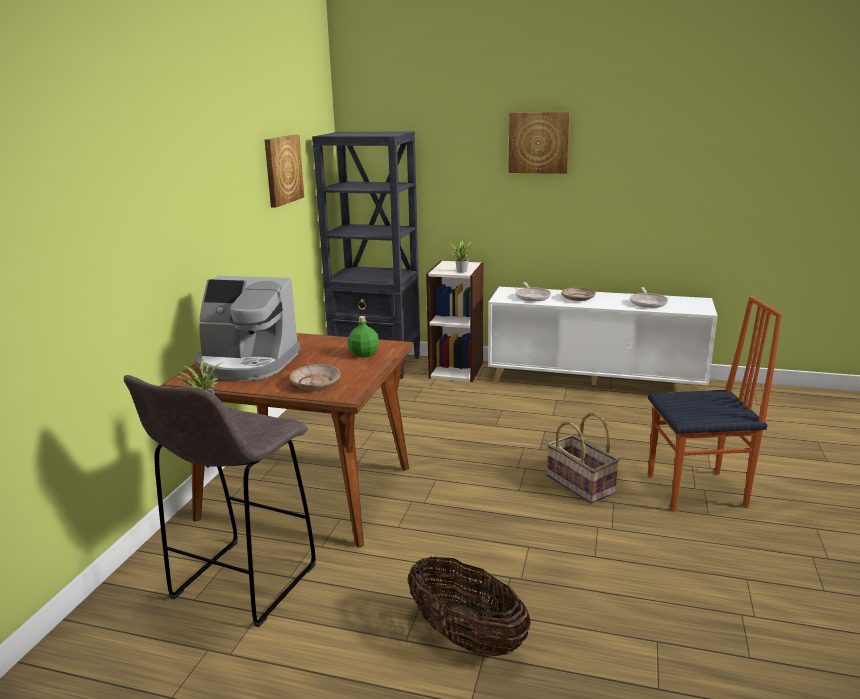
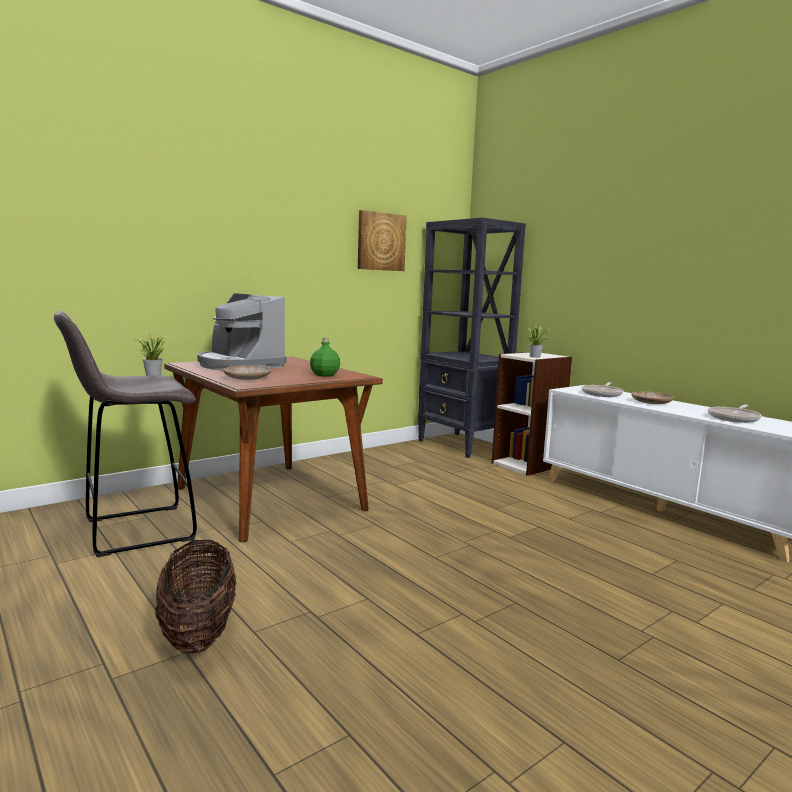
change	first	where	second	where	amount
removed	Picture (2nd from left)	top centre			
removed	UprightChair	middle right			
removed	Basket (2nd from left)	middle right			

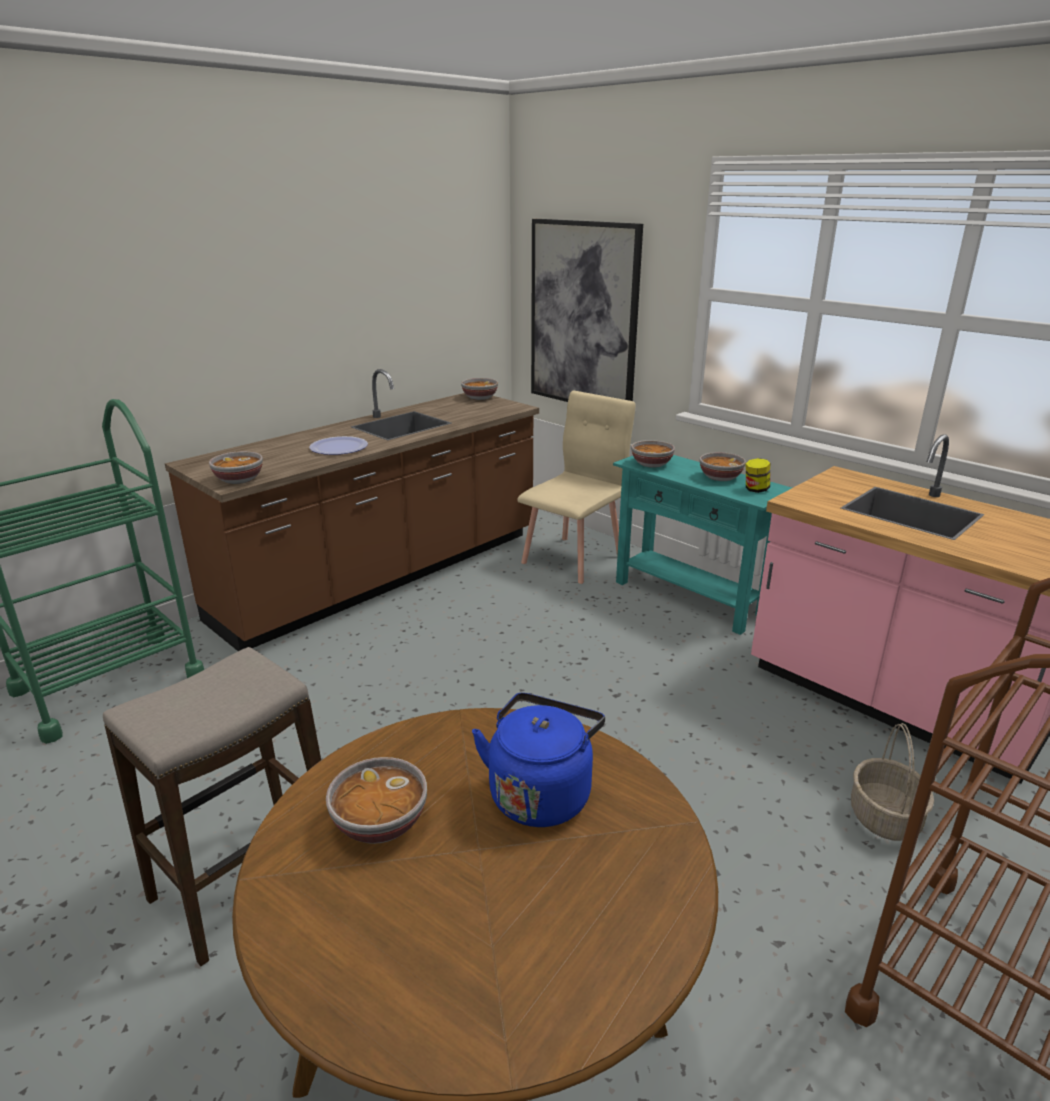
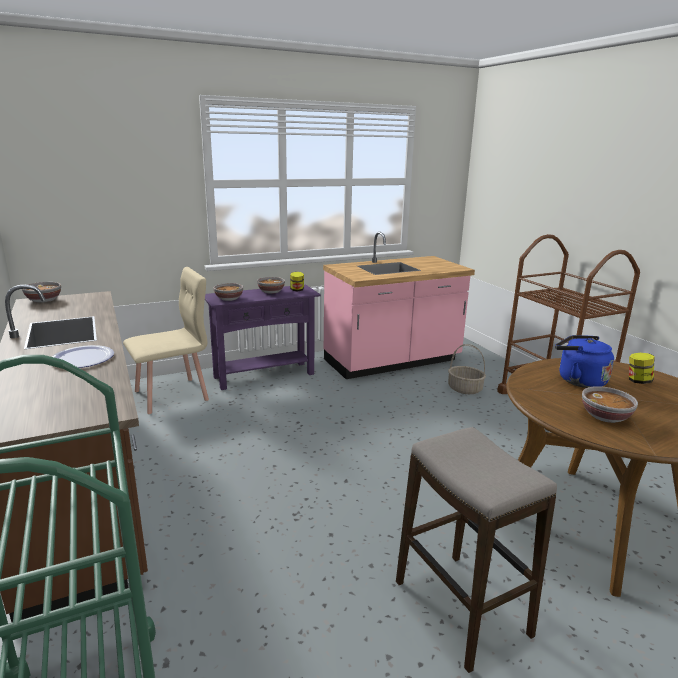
change	first	where	second	where	amount
removed	Picture	top centre			
turned	BeigeColouredUprightChair	centre		middle left	90 degrees clockwise
removed	Bowl (1st from left)	middle left			
recoloured	BlueGreenHallTable	middle right	PurpleHallTable	centre	
added			PreserveJar (2nd from left)	middle right	

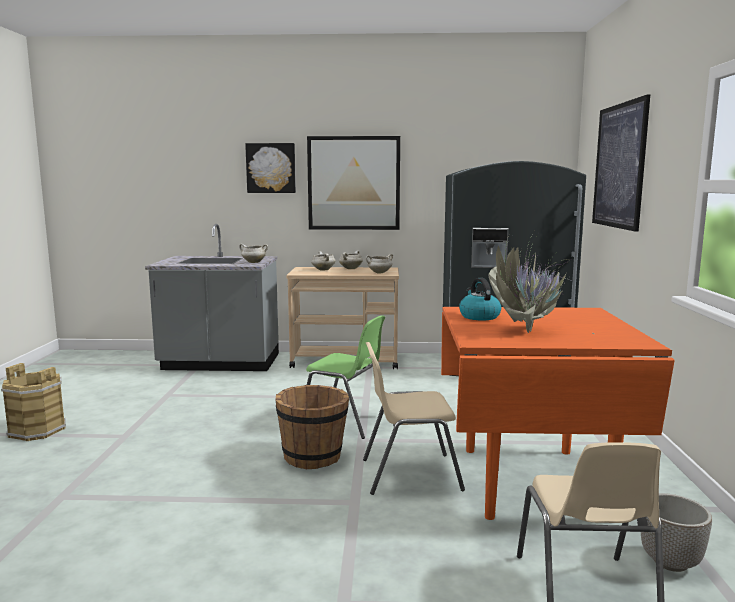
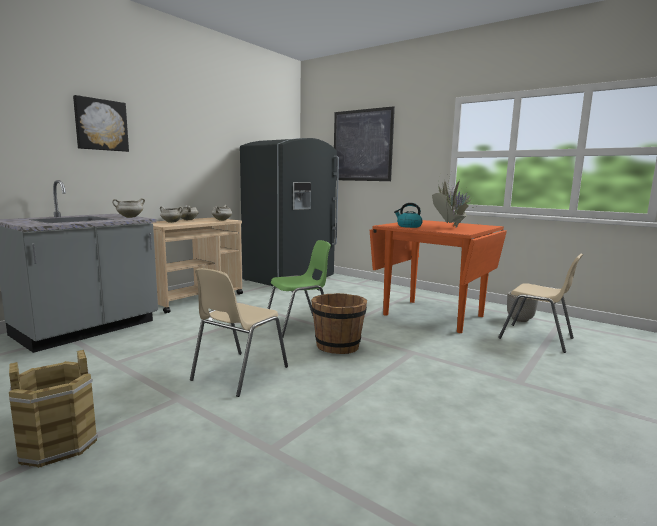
change	first	where	second	where	amount
removed	Picture (2nd from left)	top centre			
moved	BeigeColouredUprightChair (1st from left)	bottom centre		centre	

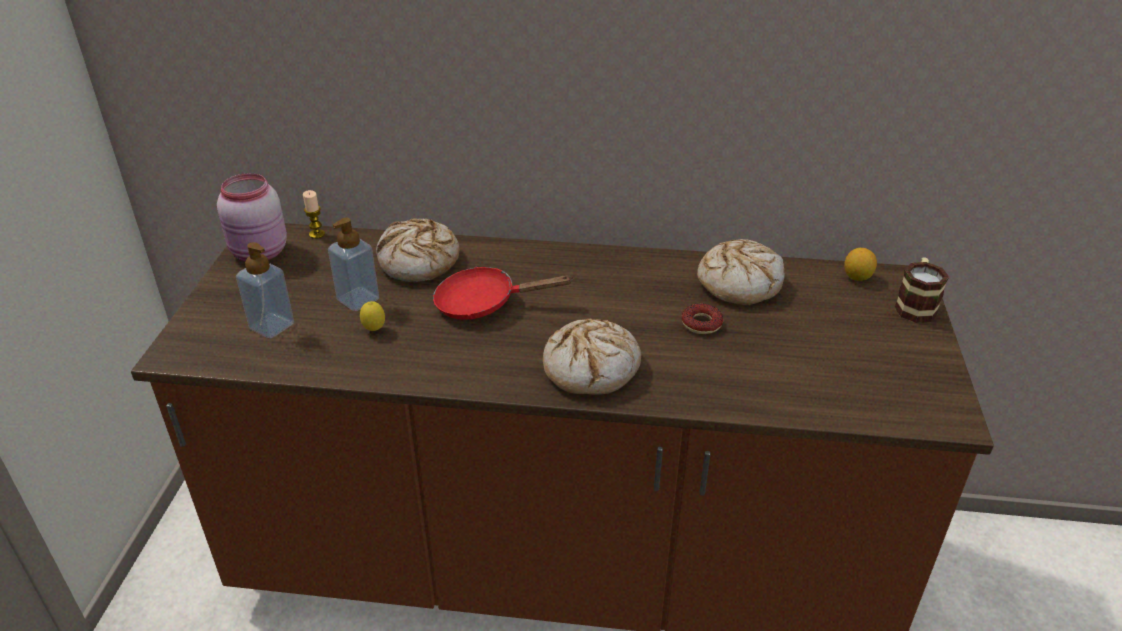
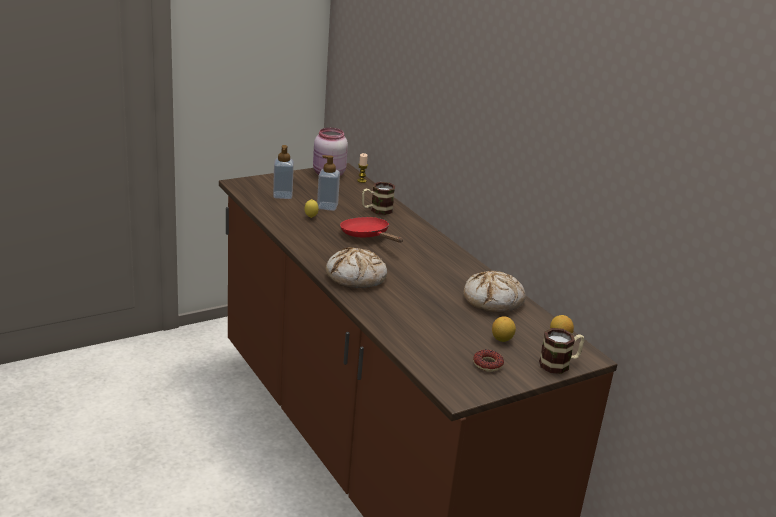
change	first	where	second	where	amount
replaced	BakeryBread (1st from left)	centre	CoffeeMug (1st from left)	centre	
moved	Donut	centre		bottom centre	
added			CitrusFruit (2nd from left)	centre	

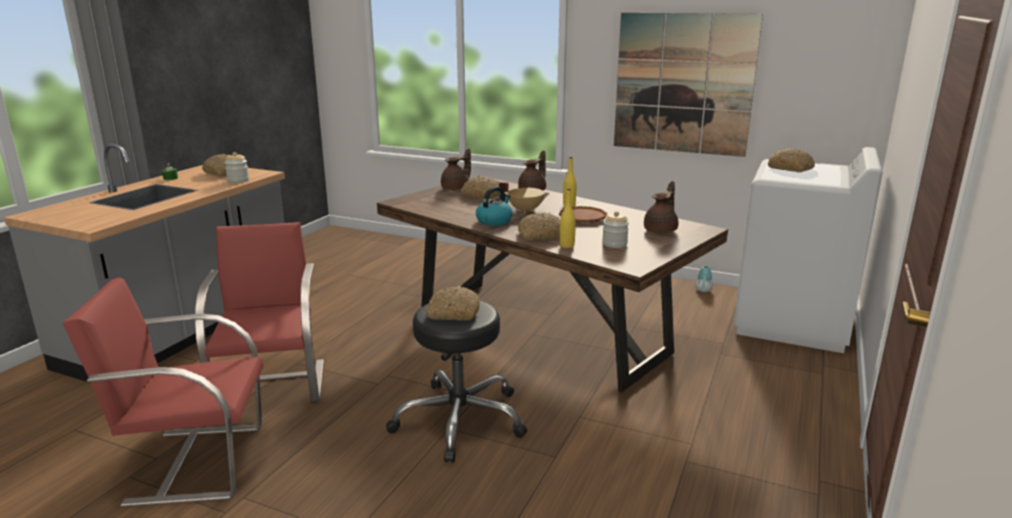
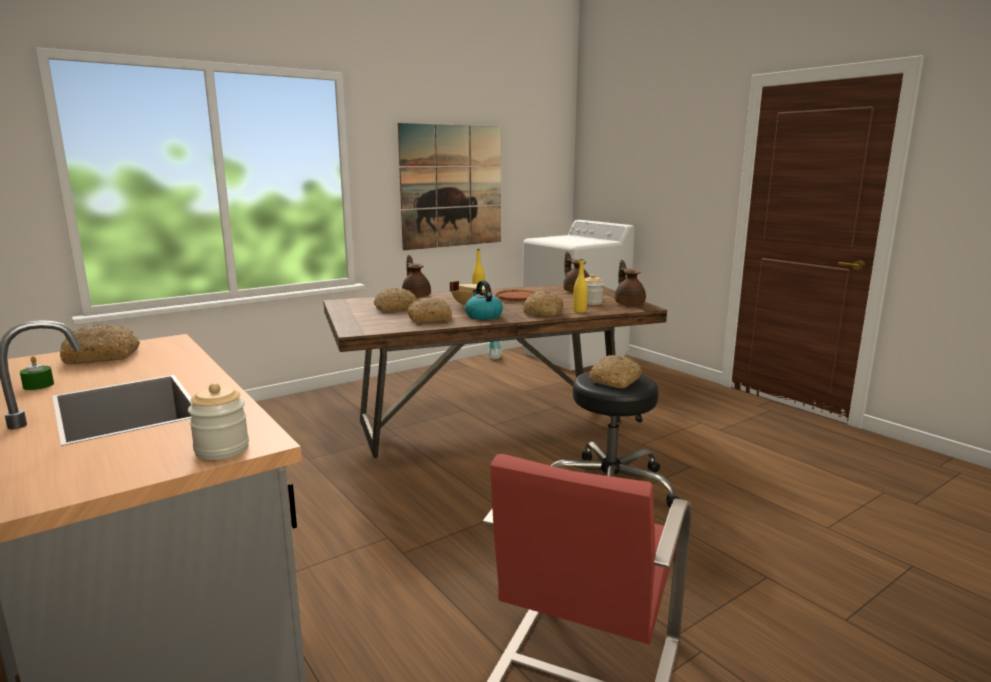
change	first	where	second	where	amount
moved	BakeryBread (5th from left in the first image)	top right	BakeryBread (3rd from left)	centre	
moved	BrownPotForTea (1st from left in the first image)	top centre	BrownPotForTea (3rd from left)	centre	
moved	PreserveJar (1st from left)	top left		middle left	
removed	RedColouredUprightChair (2nd from left)	middle left			

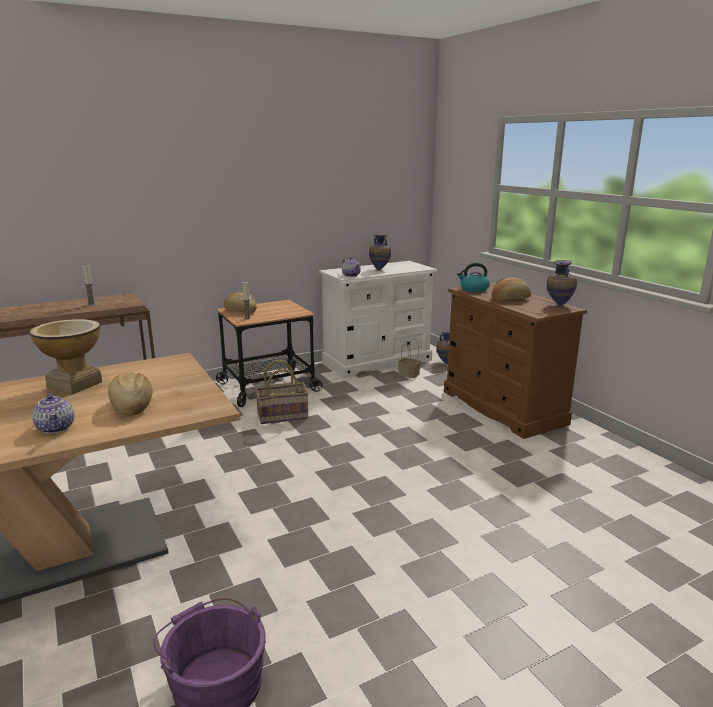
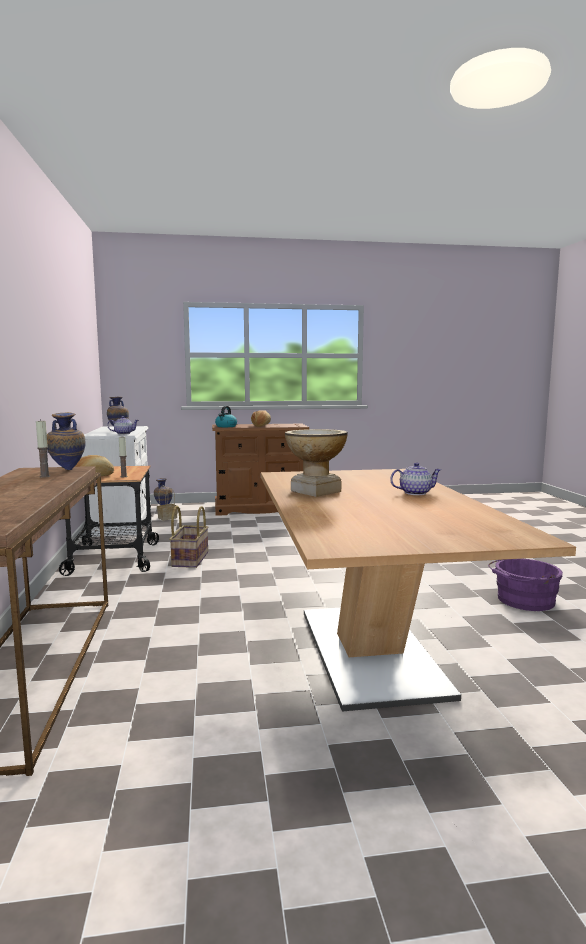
change	first	where	second	where	amount
moved	DecorativeVase (4th from left in the first image)	middle right	DecorativeVase (1st from left)	middle left	
removed	BakeryBread (1st from left)	middle left			

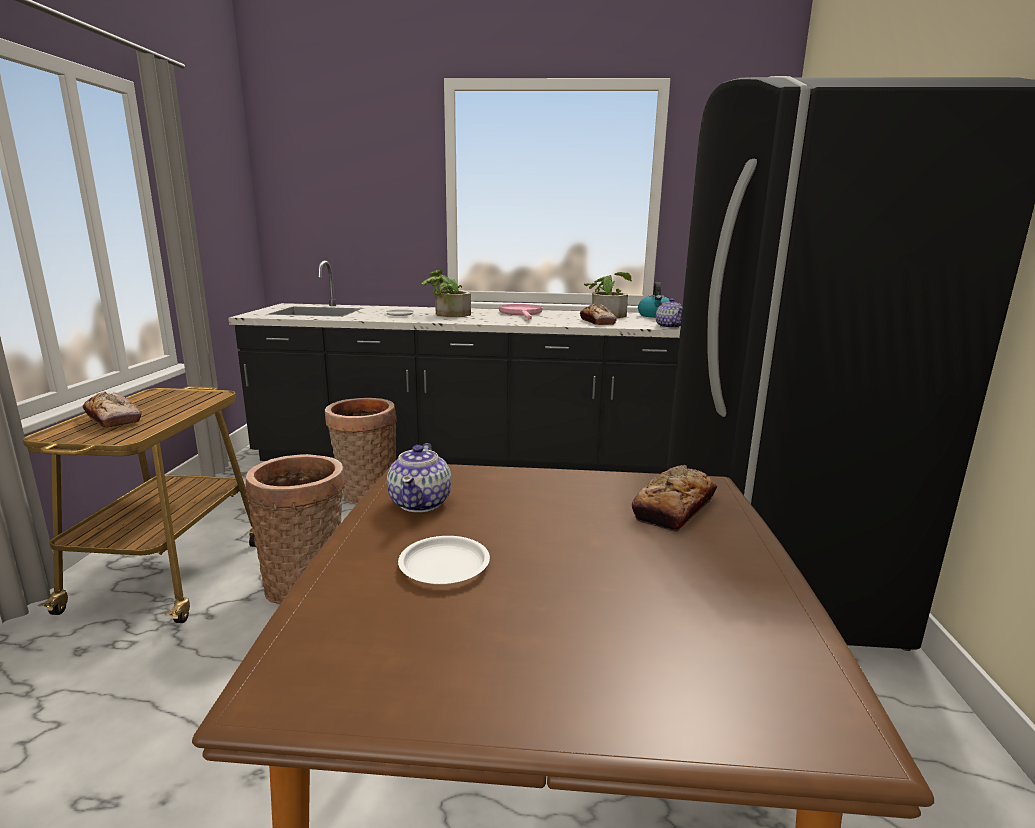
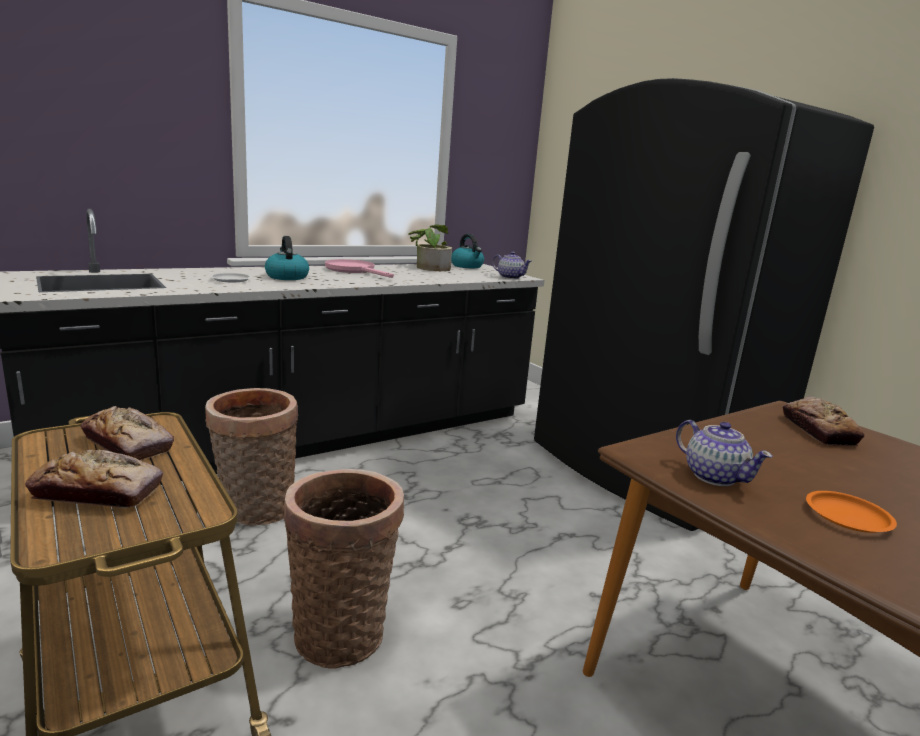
change	first	where	second	where	amount
replaced	Houseplant (1st from left)	centre	Kettle (1st from left)	middle left	
moved	BakeryBread (2nd from left)	centre		middle left	
recoloured	WhiteDinnerPlate (2nd from left)	bottom centre	OrangeColouredDinnerPlate	bottom right	

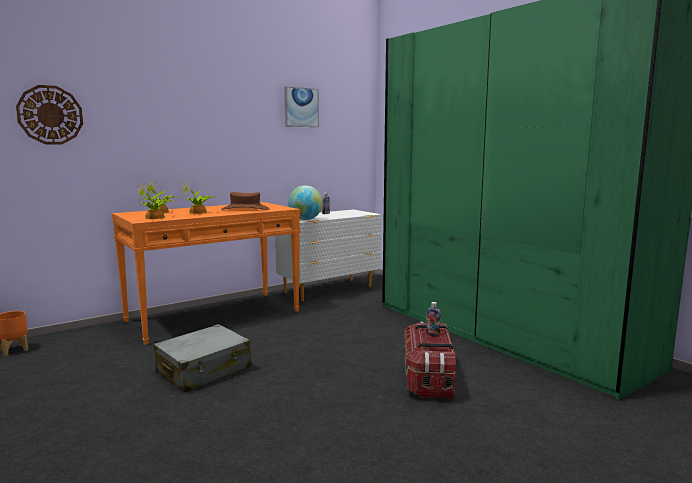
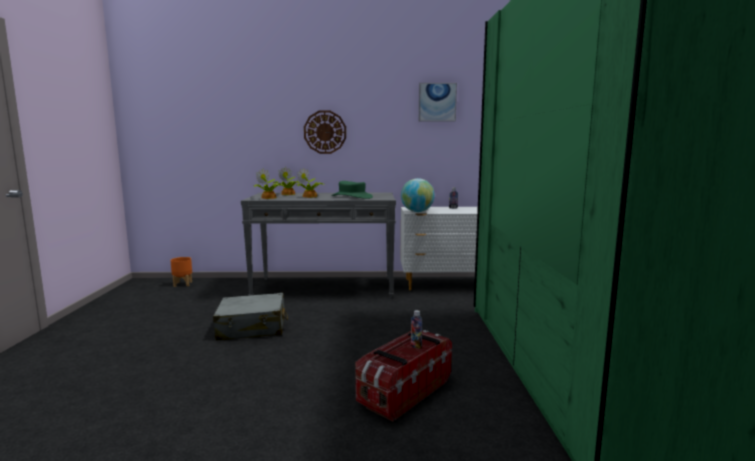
change	first	where	second	where	amount
moved	WallClock	top left		top centre	
recoloured	BrownHat	centre	GreenHat	centre	
recoloured	OrangeColouredHallTable	middle left	GreyishHallTable	centre	

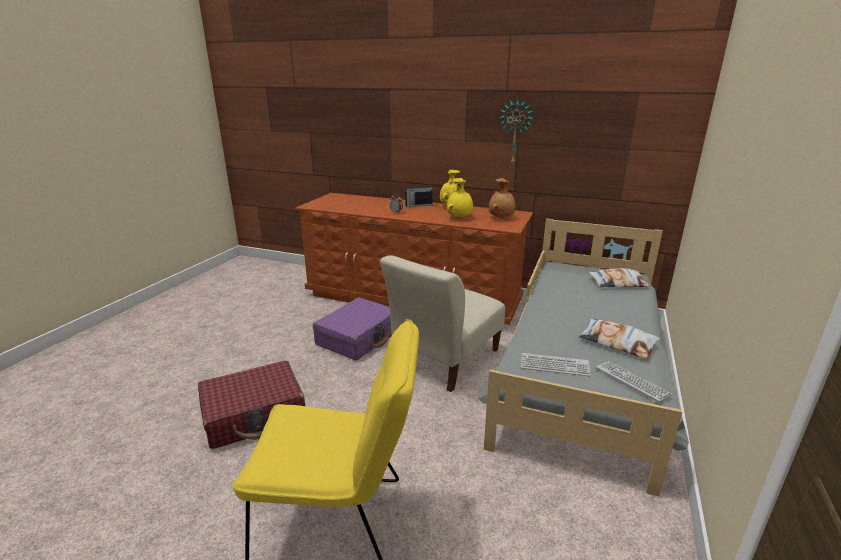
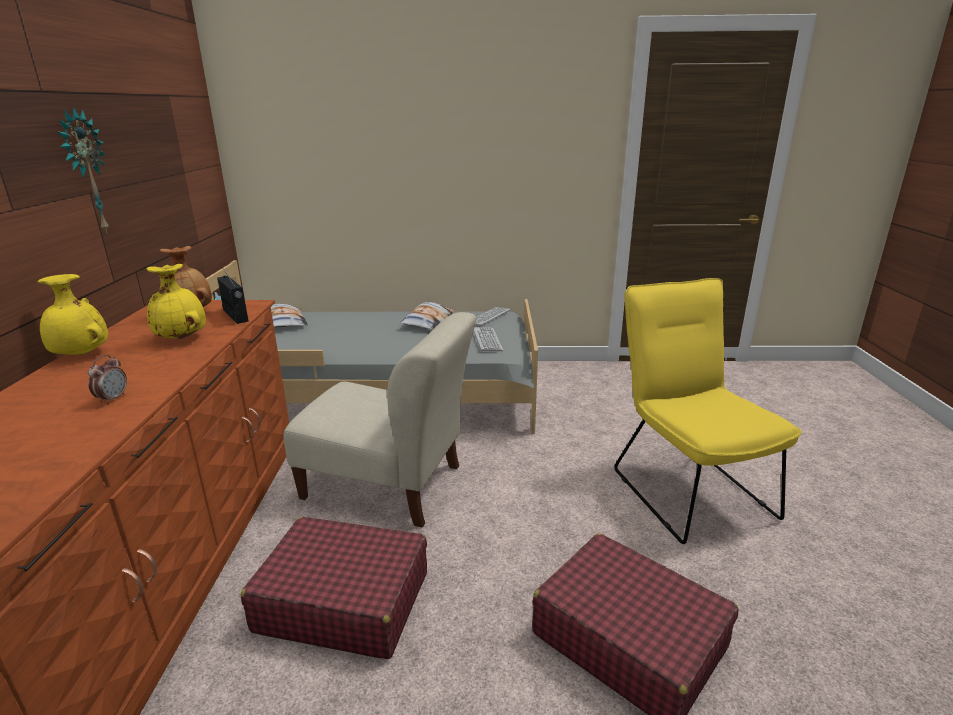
change	first	where	second	where	amount
moved	Radio	centre		middle left	
recoloured	PurpleTravelCase	centre	RedColouredTravelCase (1st from left)	bottom centre	

